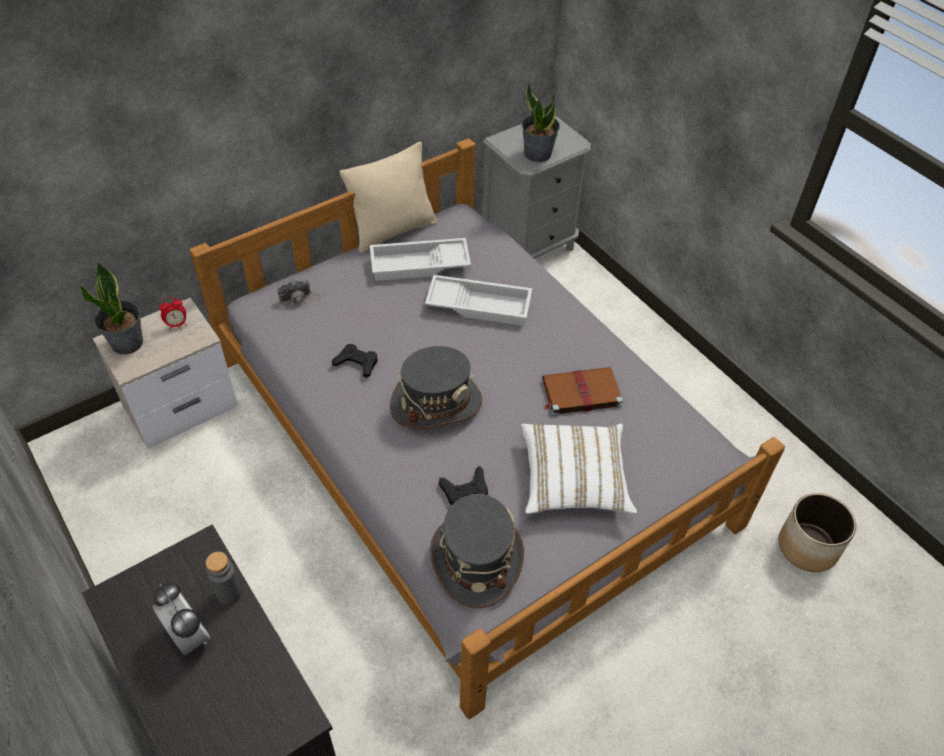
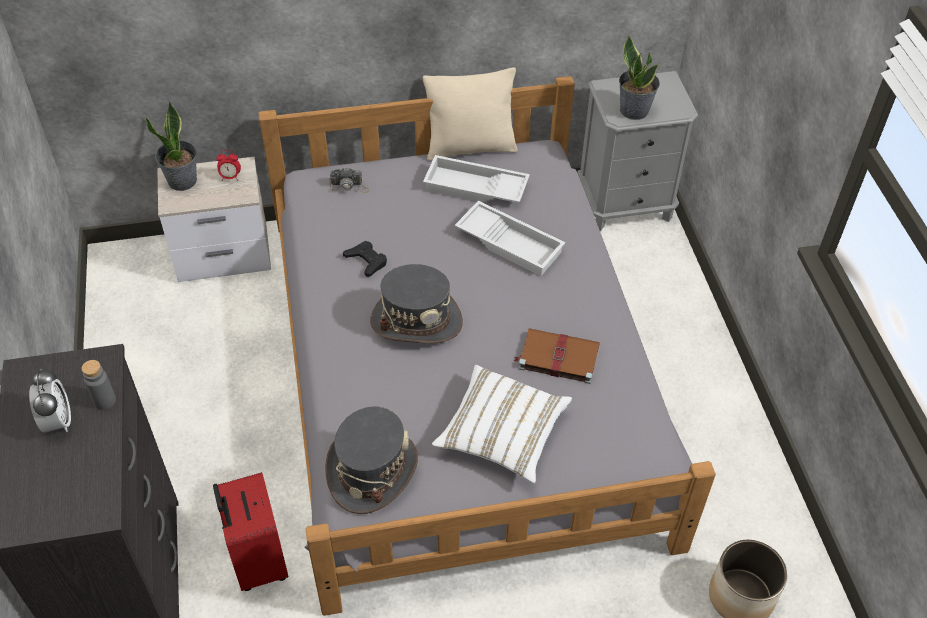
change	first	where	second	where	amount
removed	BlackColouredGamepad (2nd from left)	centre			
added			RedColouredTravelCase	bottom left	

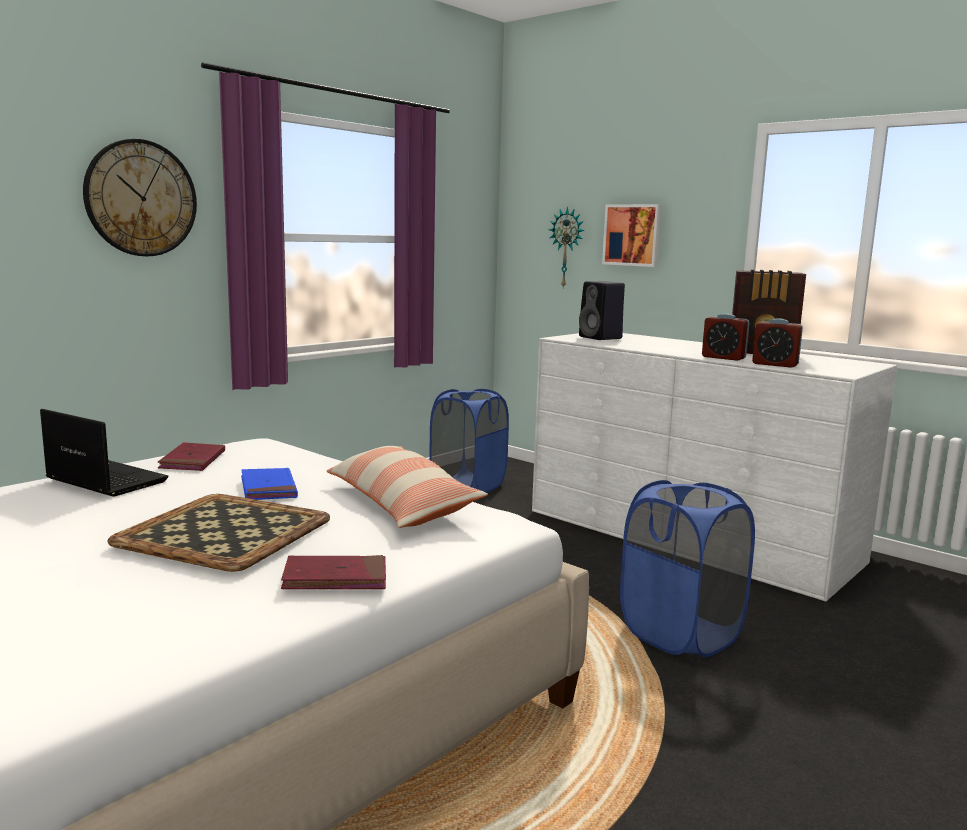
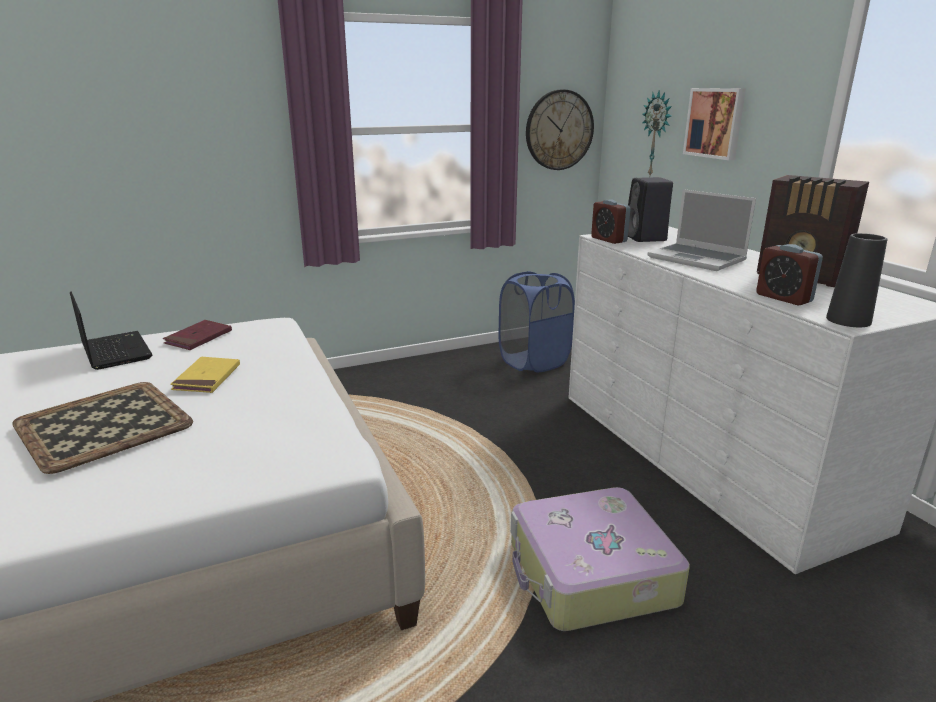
change	first	where	second	where	amount
moved	WallClock (1st from left)	top left		top centre	
moved	AlarmClock (1st from left)	middle right		top centre	
removed	Pillow	centre			
recoloured	BlueVolume	middle left	YellowColouredVolume	middle left	
replaced	BlueLaundryBasket (2nd from left)	bottom right	TravelCase	bottom centre	
removed	RedColouredVolume (2nd from left)	bottom centre			
added			NotebookComputer (2nd from left)	top right	
added			BlackColouredDecorativeVase	middle right	

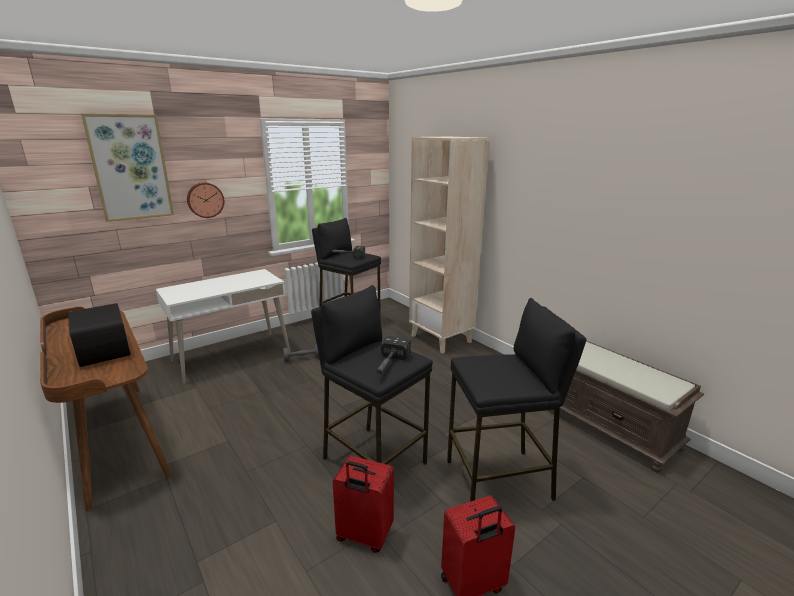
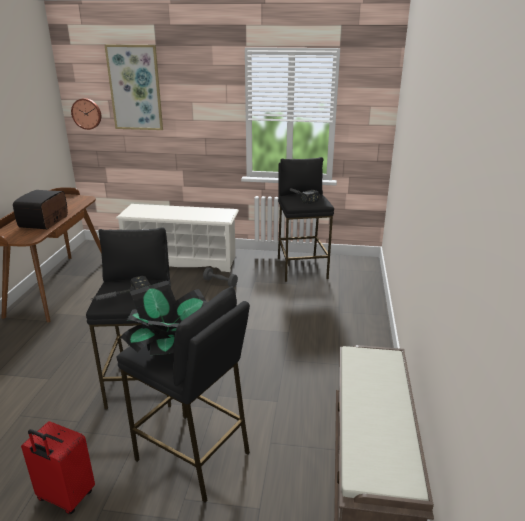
change	first	where	second	where	amount
removed	BeigeColouredShelvingUnit	centre			
moved	WallClock	middle left		top left	
replaced	WhiteDeskTable	middle left	WhiteShoeRack	centre	
removed	RedColouredTravelCase (1st from left)	bottom centre			
added			Houseplant	middle left	

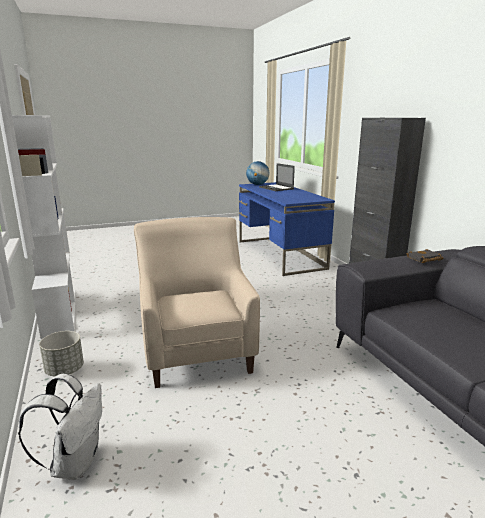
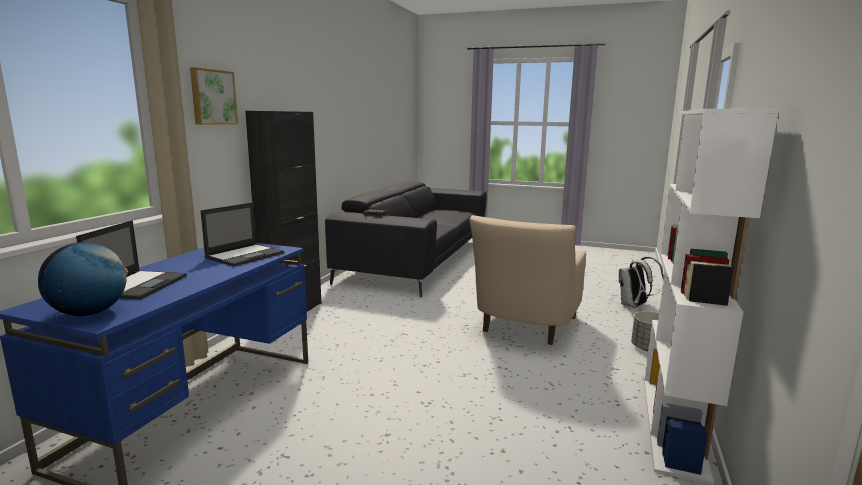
change	first	where	second	where	amount
added			Picture	top left	
added			NotebookComputer (2nd from left)	middle left	

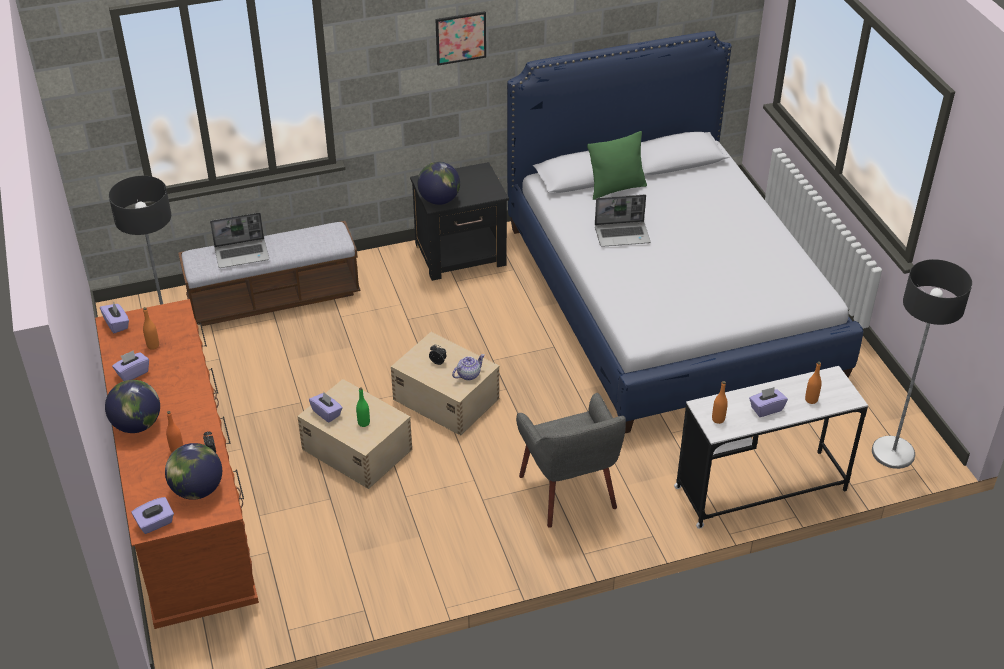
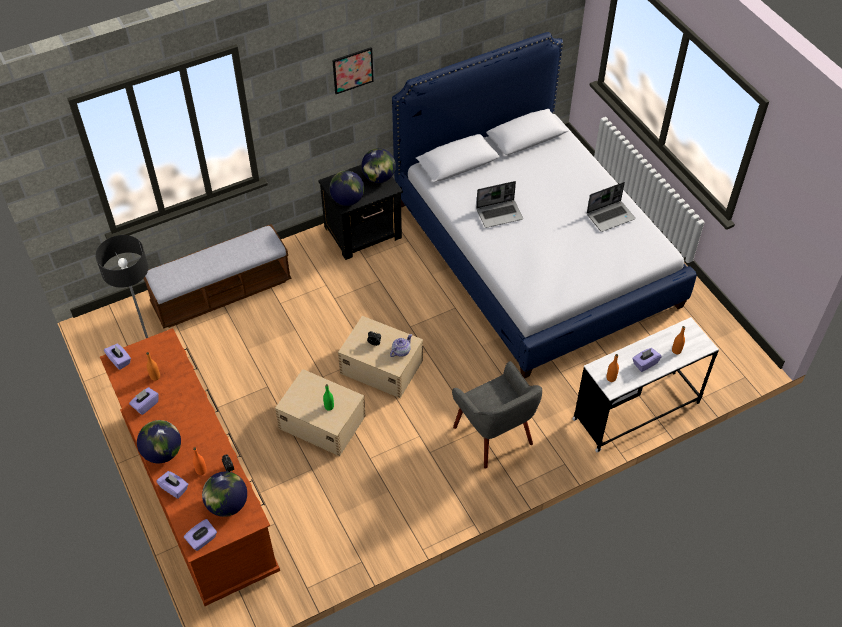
change	first	where	second	where	amount
removed	GreenPillow	top centre			
moved	NotebookComputer (1st from left in the first image)	middle left	NotebookComputer (2nd from left)	top right	
removed	StandingLamp (2nd from left)	middle right			
moved	PurpleTissueBox (4th from left in the first image)	middle left	PurpleTissueBox (3rd from left)	bottom left	
added			WorldGlobe (4th from left)	top centre	

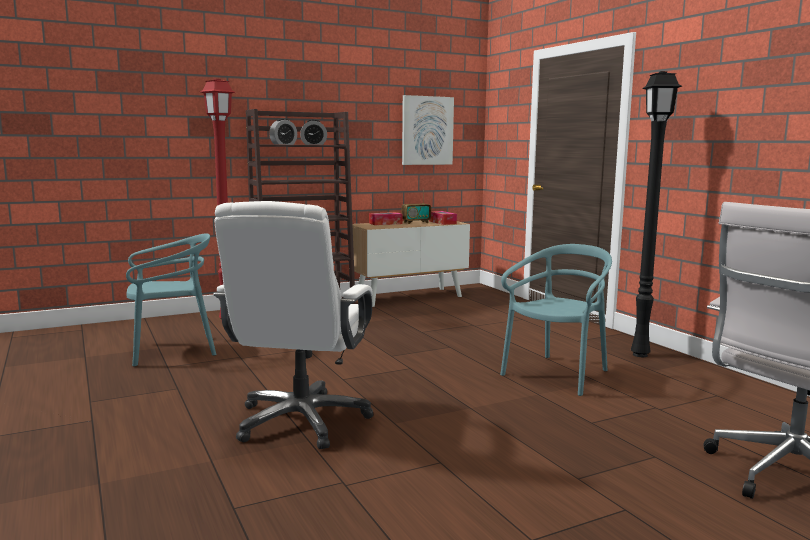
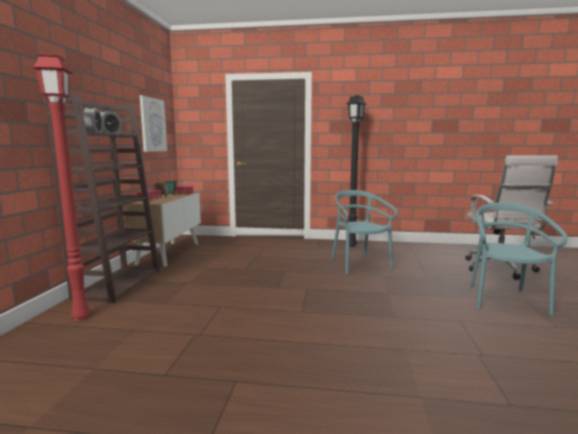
change	first	where	second	where	amount
removed	WhiteOfficeChair (1st from left)	centre			
moved	BlueGreenUprightChair (1st from left in the first image)	middle left	BlueGreenUprightChair (2nd from left)	middle right	

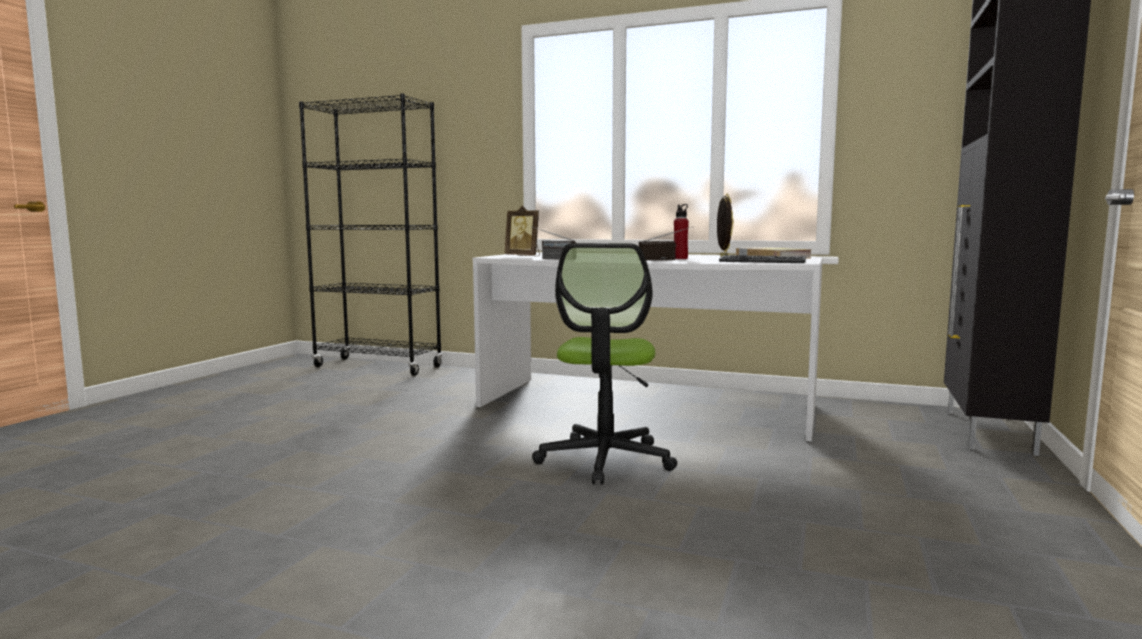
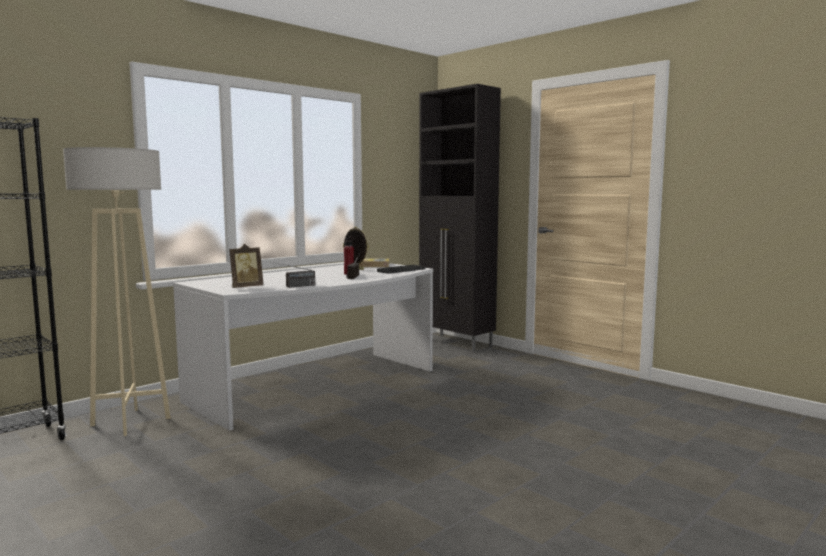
change	first	where	second	where	amount
removed	OfficeChair	centre			
added			BeigeColouredStandingLamp	middle left	

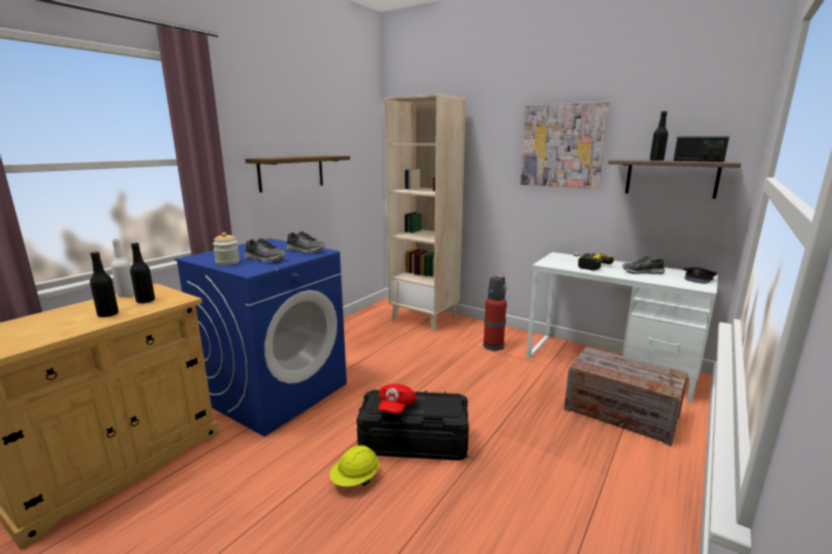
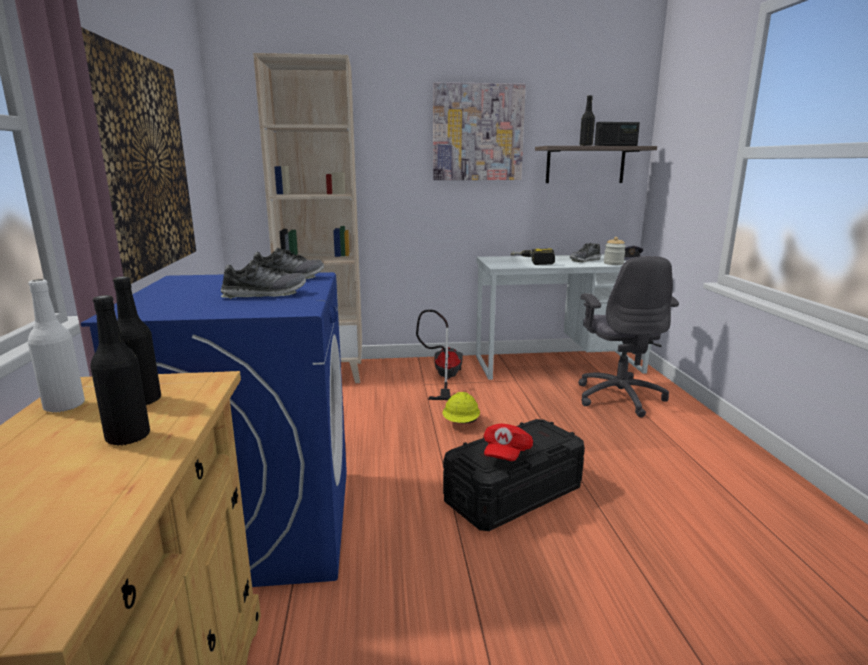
change	first	where	second	where	amount
replaced	BracketShelf (1st from left)	top centre	Picture (1st from left)	top left	
moved	PreserveJar	middle left		middle right	
replaced	FireExtinguisher	centre	Hoover	centre	
replaced	ShippingCrate	bottom right	GreyishOfficeChair	middle right	
turned	RedColouredPeakedCap	bottom centre		centre	45 degrees clockwise
moved	YellowColouredWorkHelmet	bottom centre		centre	

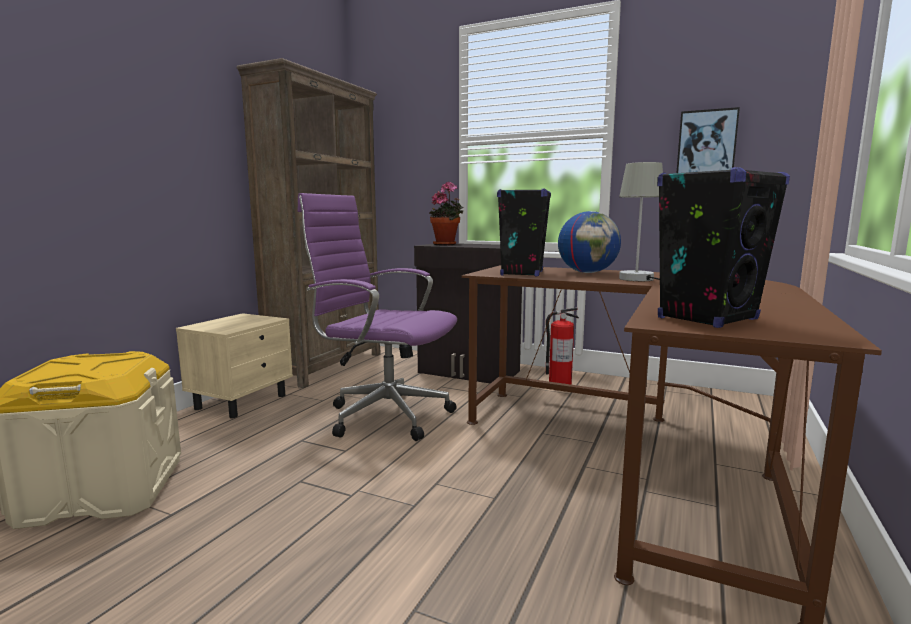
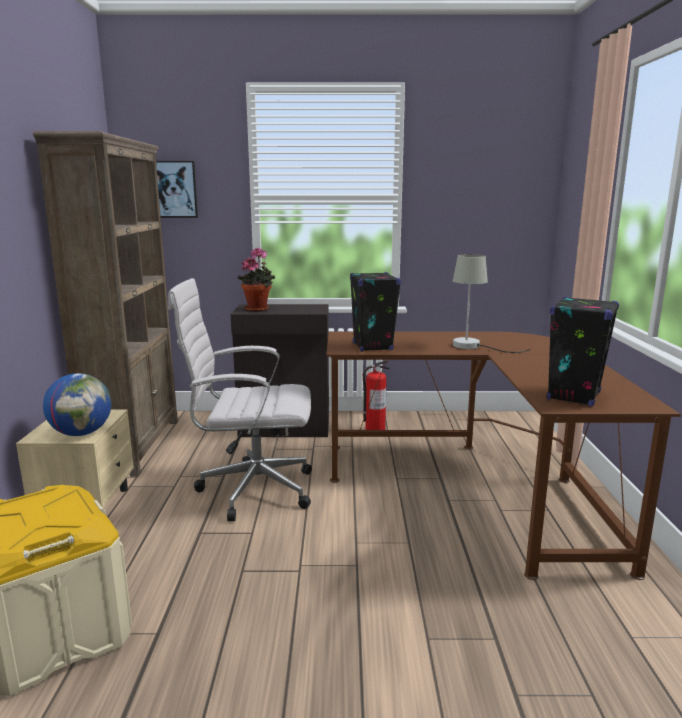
change	first	where	second	where	amount
moved	Picture	top right		top left	
recoloured	PurpleOfficeChair	centre	WhiteOfficeChair	centre	
moved	WorldGlobe	centre		middle left	

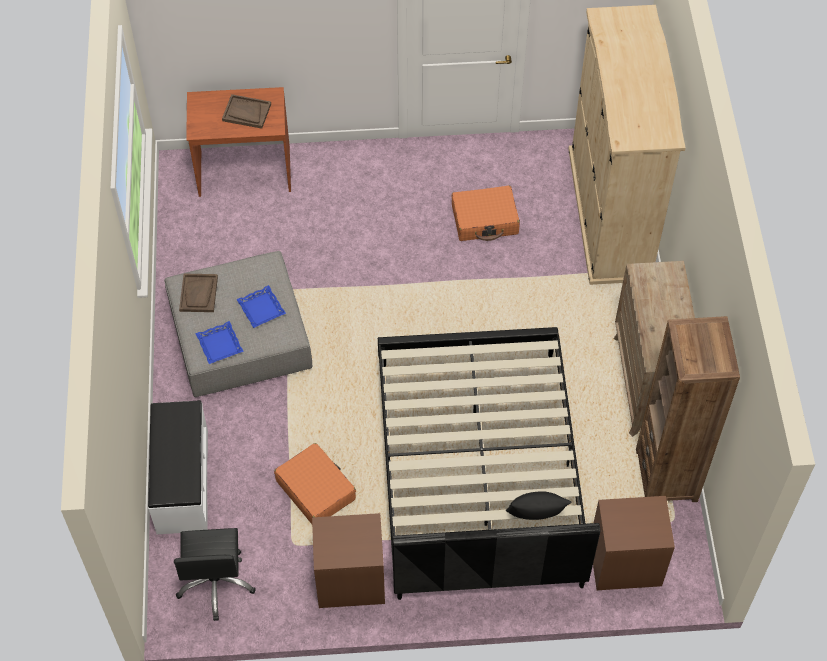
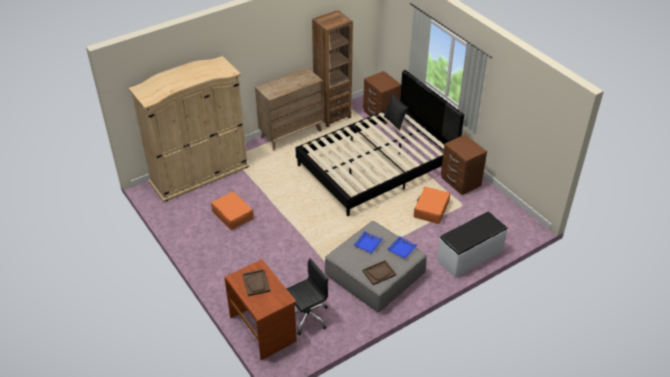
change	first	where	second	where	amount
moved	BlackColouredOfficeChair	bottom left		bottom centre	

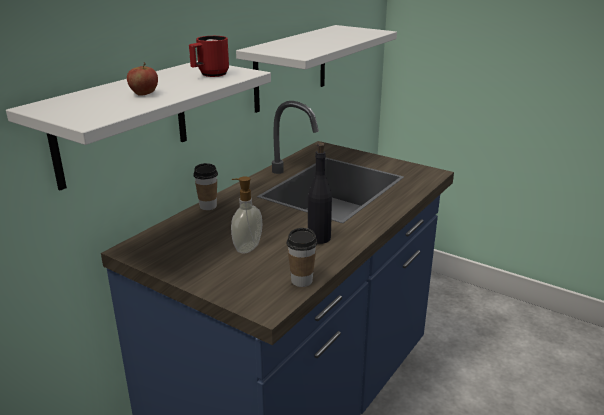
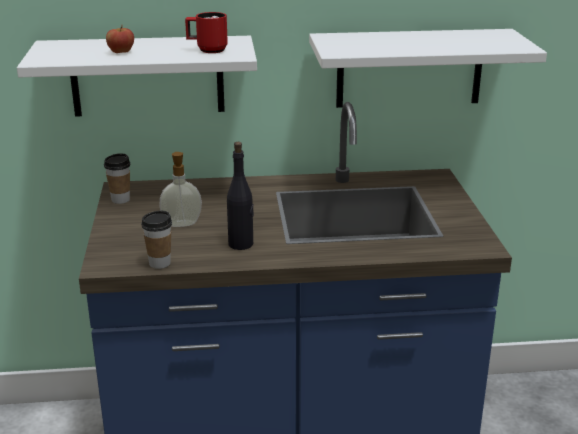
change	first	where	second	where	amount
moved	DrinkingCup (1st from left)	centre		middle left	

